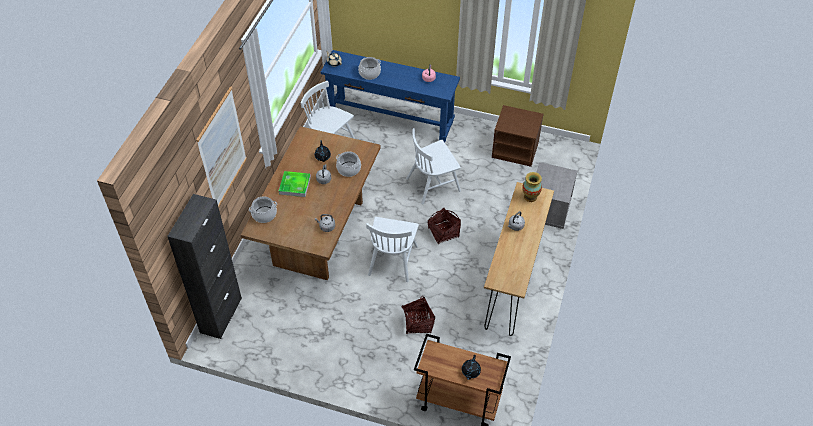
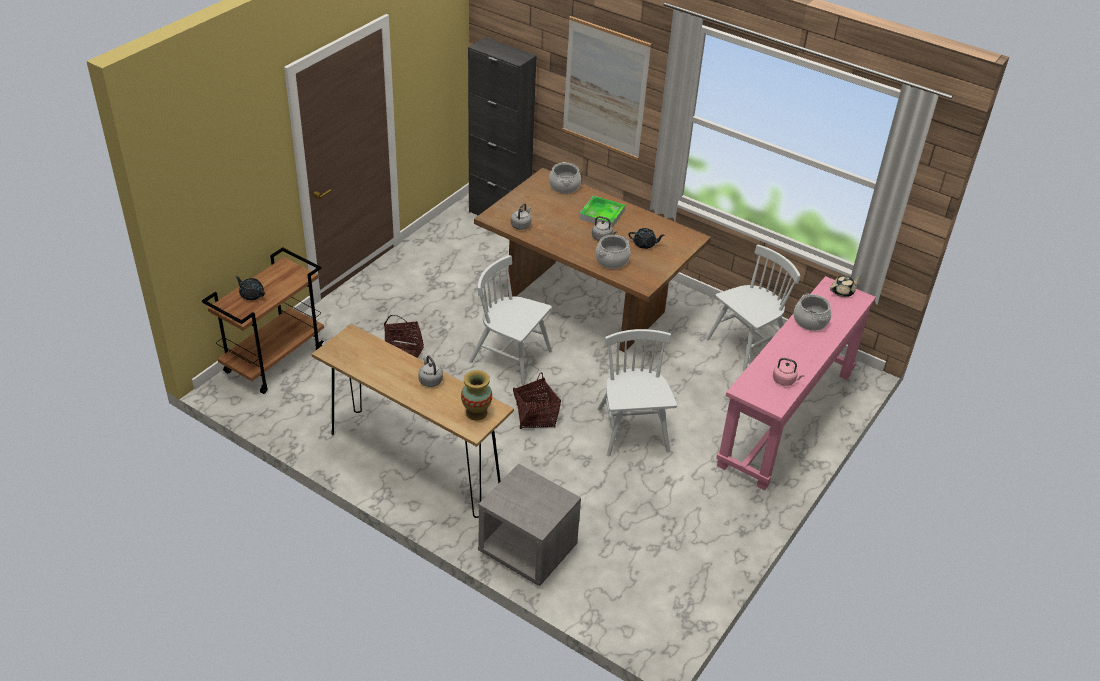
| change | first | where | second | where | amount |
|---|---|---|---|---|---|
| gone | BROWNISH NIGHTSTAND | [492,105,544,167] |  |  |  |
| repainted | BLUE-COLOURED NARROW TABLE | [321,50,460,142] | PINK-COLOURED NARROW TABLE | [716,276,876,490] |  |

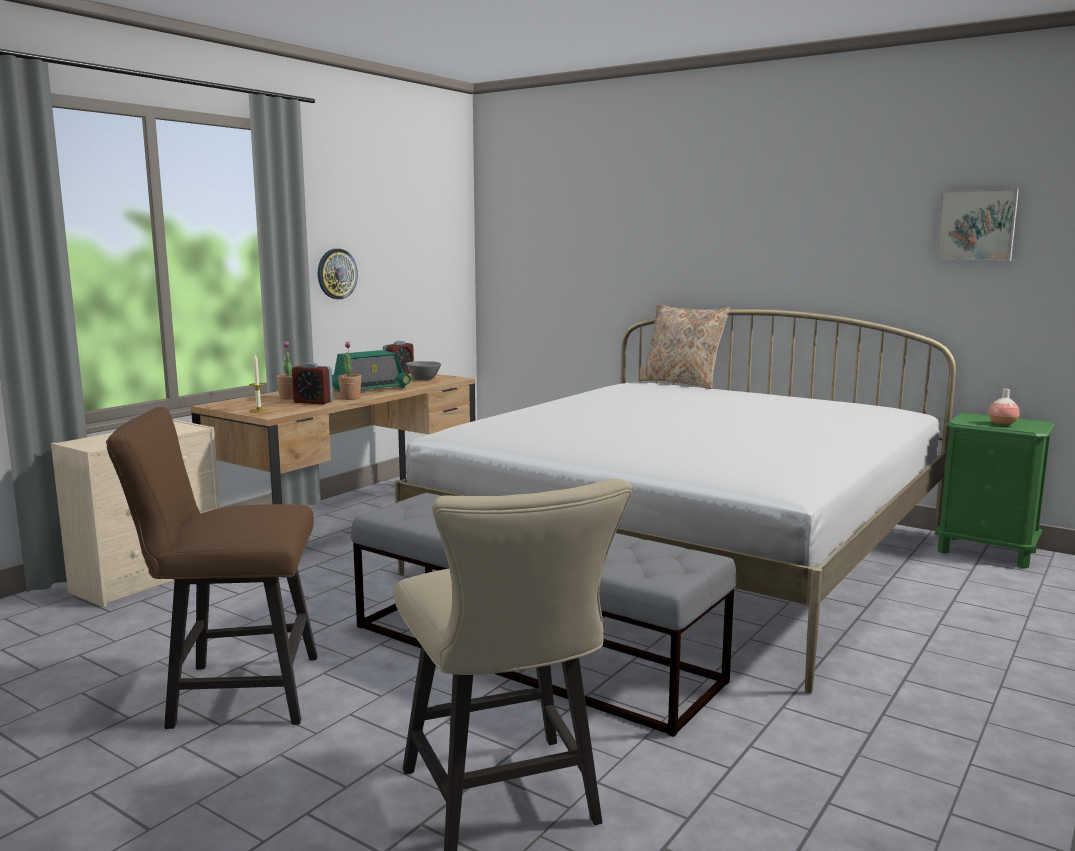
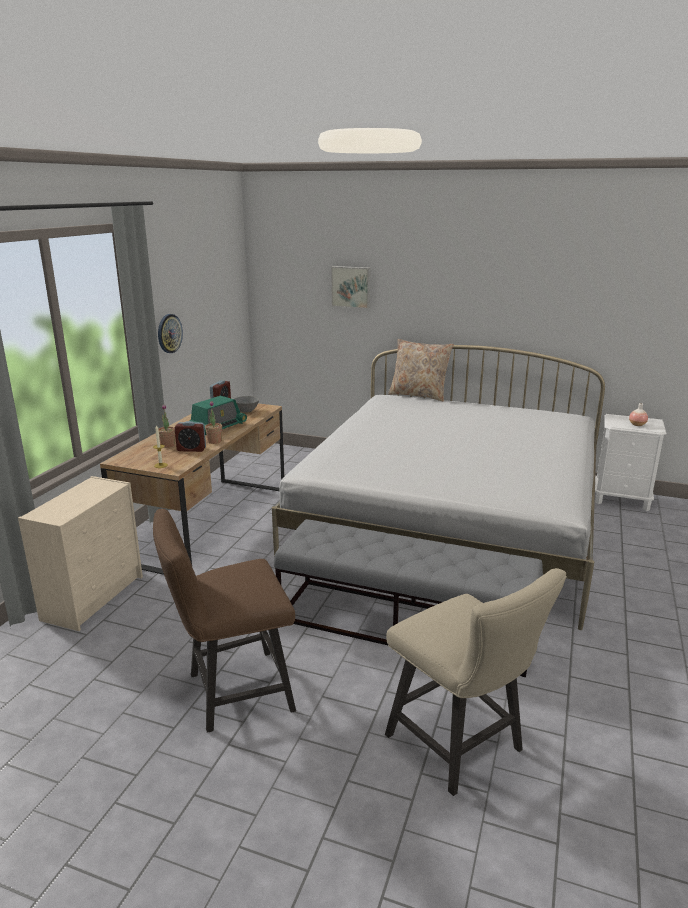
| change | first | where | second | where | amount |
|---|---|---|---|---|---|
| shifted | WALL PICTURE | [935,189,1019,261] |  | [331,266,370,309] |  |
| repainted | GREEN-COLOURED NIGHTSTAND | [936,413,1055,568] | WHITISH NIGHTSTAND | [595,414,666,511] |  |

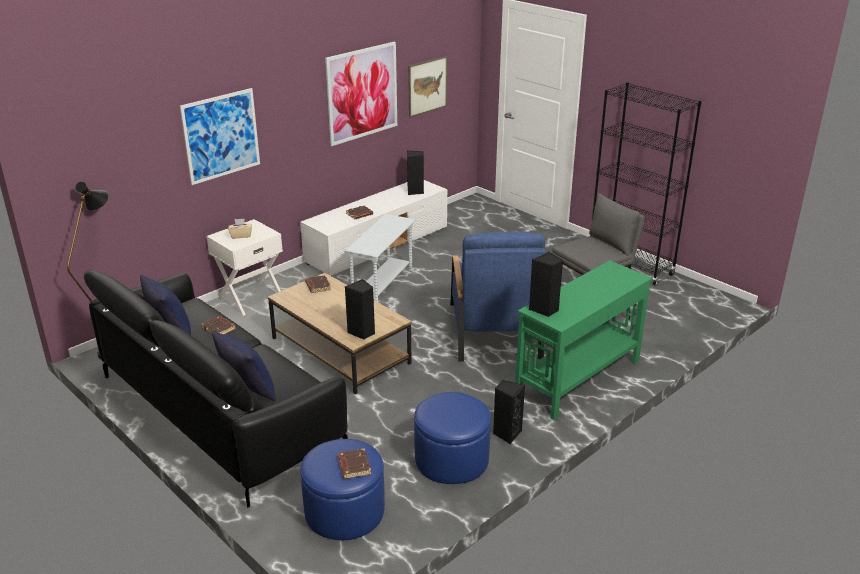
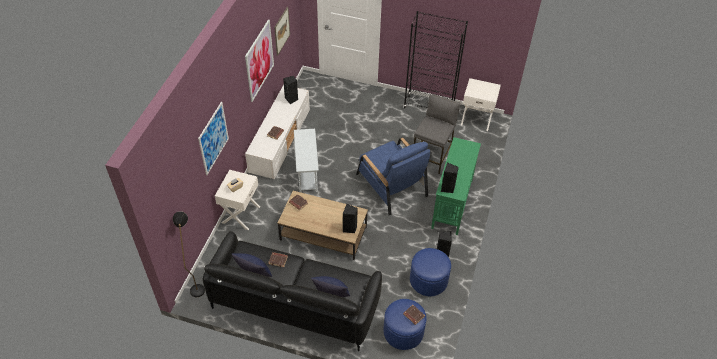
| change | first | where | second | where | amount |
|---|---|---|---|---|---|
| new |  |  | WHITISH NIGHTSTAND | [461,78,501,131] |  |

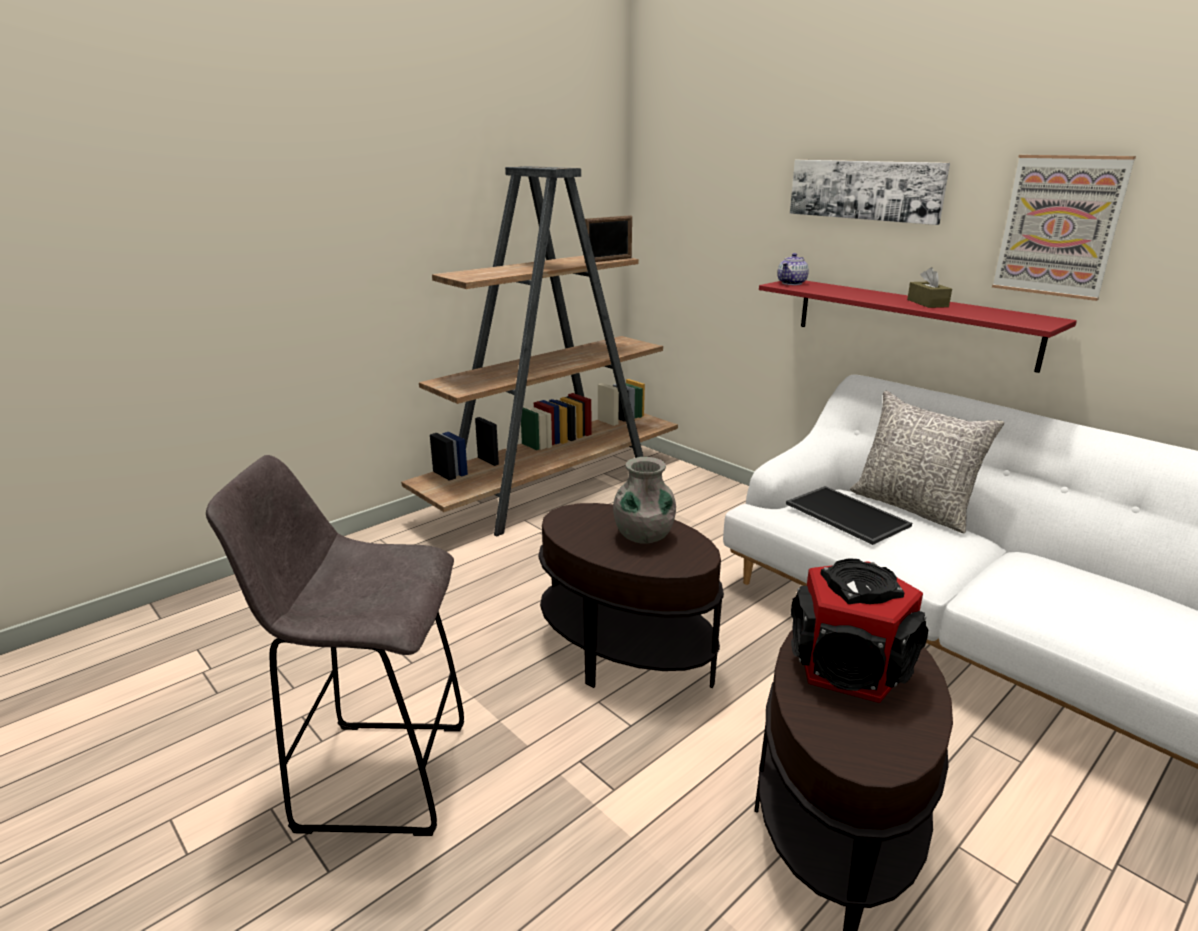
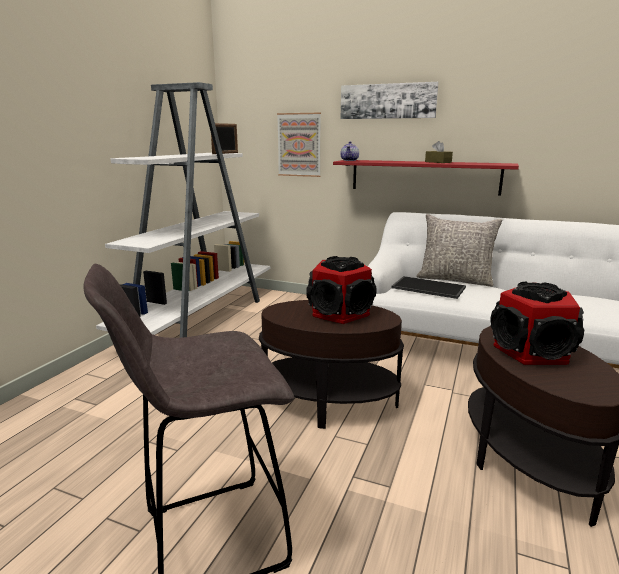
| change | first | where | second | where | amount |
|---|---|---|---|---|---|
| shifted | WALL PICTURE | [992,155,1136,301] |  | [277,113,321,177] |  |
| swapped | GREYISH FLOWER VASE | [613,457,676,544] | AUDIO SPEAKER | [306,256,376,324] |  |
| repainted | BROWNISH SHELVING UNIT | [401,166,678,536] | WHITISH SHELVING UNIT | [96,82,270,338] |  |

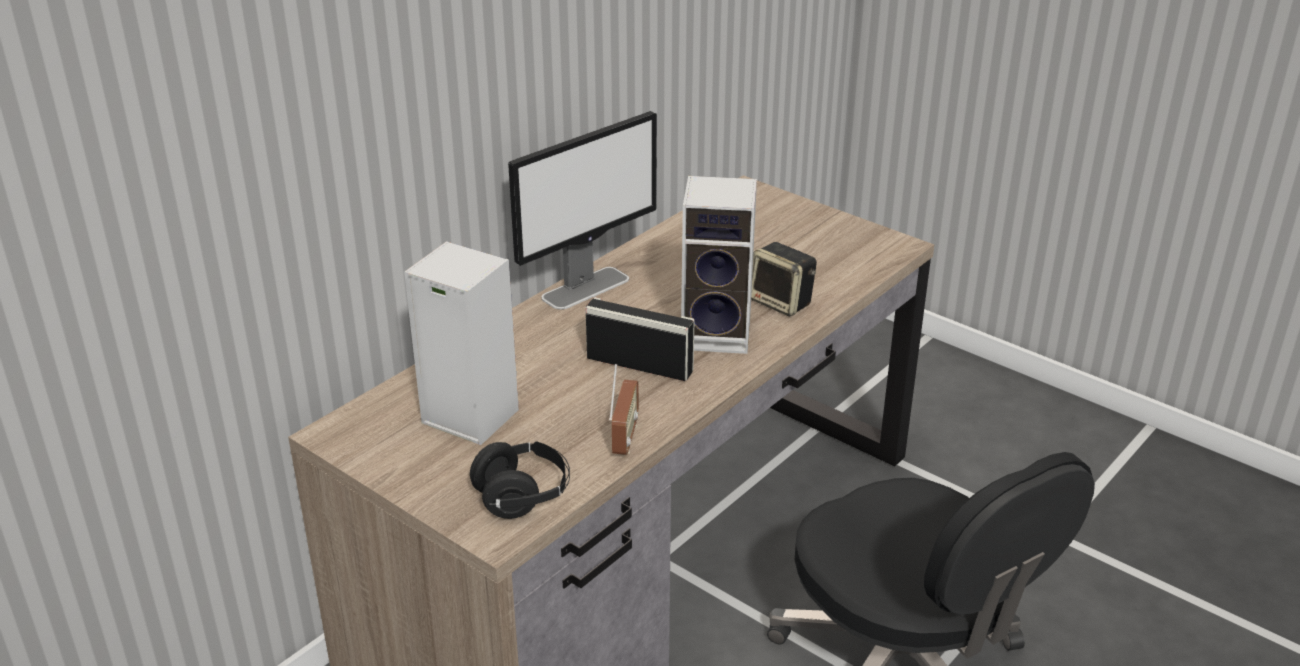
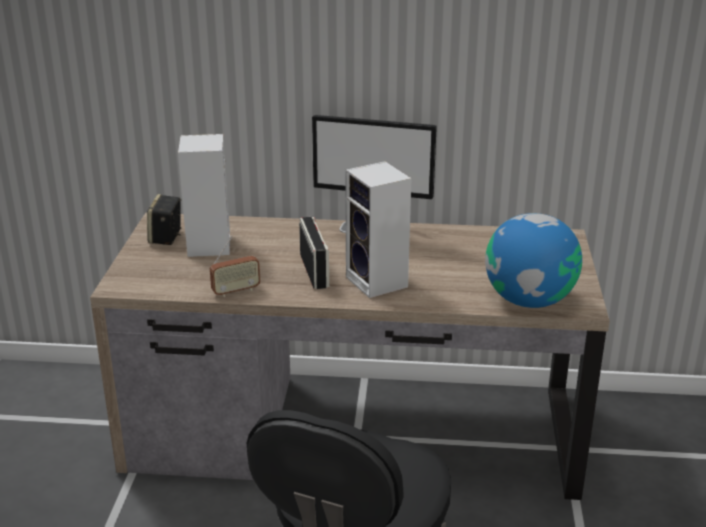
| change | first | where | second | where | amount |
|---|---|---|---|---|---|
| gone | BLACK PAIR OF HEADPHONES | [470,441,570,519] |  |  |  |
| new |  |  | GLOBE | [485,213,582,308] |  |
| shifted | AUDIO SPEAKER | [751,242,817,316] |  | [147,194,182,245] |  |

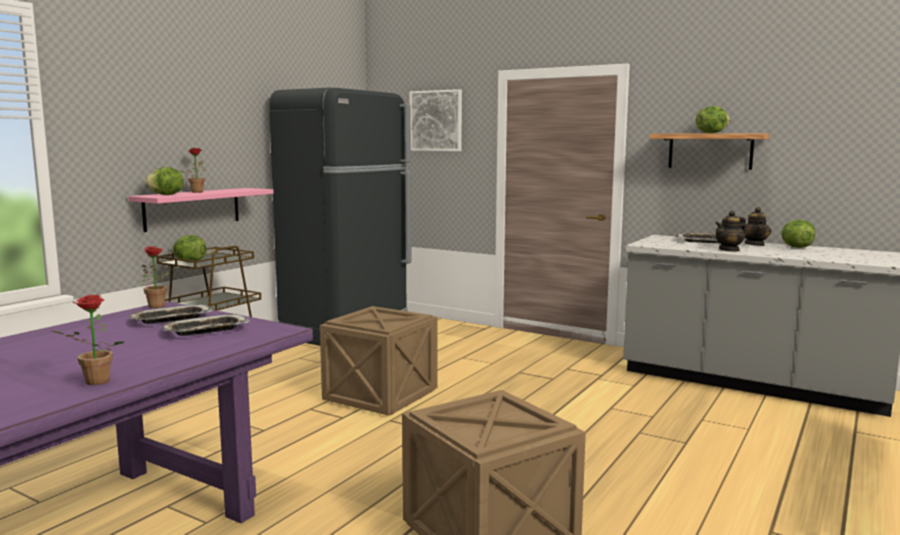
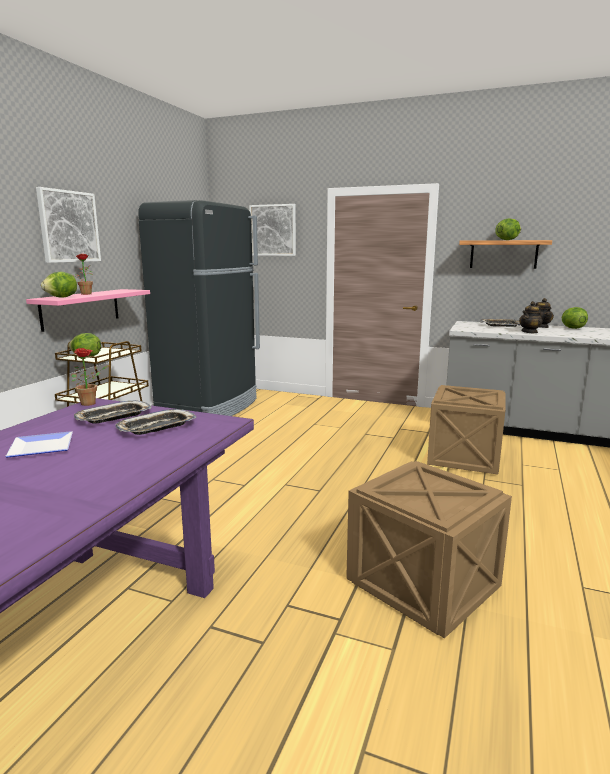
| change | first | where | second | where | amount |
|---|---|---|---|---|---|
| gone | PLANT IN A POT | [53,294,124,385] |  |  |  |
| new |  |  | PLATE | [5,431,73,457] |  |
| new |  |  | WALL PICTURE | [36,187,101,263] |  |
| shifted | SHIPPING CRATE | [320,306,437,416] |  | [427,385,505,474] |  |

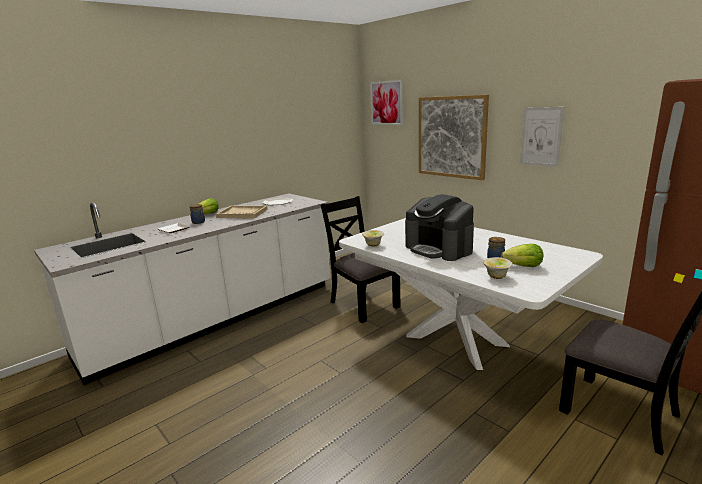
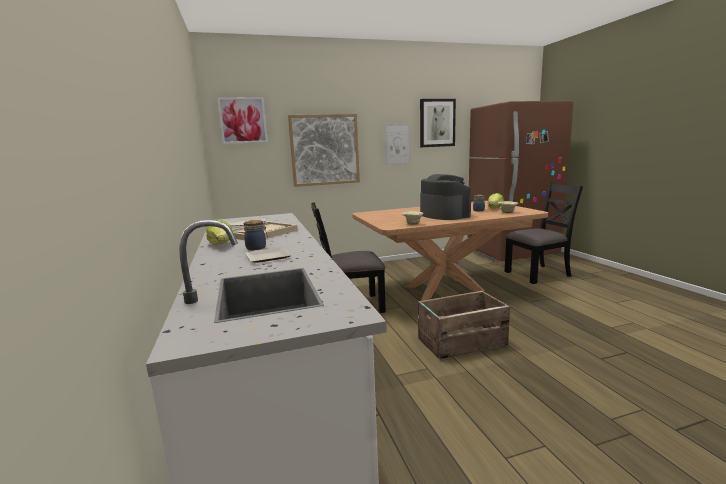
| change | first | where | second | where | amount |
|---|---|---|---|---|---|
| new |  |  | SHIPPING CRATE | [418,291,510,360] |  |
| new |  |  | WALL PICTURE | [420,99,456,147] |  |
| repainted | WHITISH DINING TABLE | [339,218,603,370] | BROWNISH DINING TABLE | [352,201,548,301] |  |
| rotated | COFFEE MACHINE | [405,194,474,261] |  | [420,174,471,220] | 105 degrees counterclockwise |

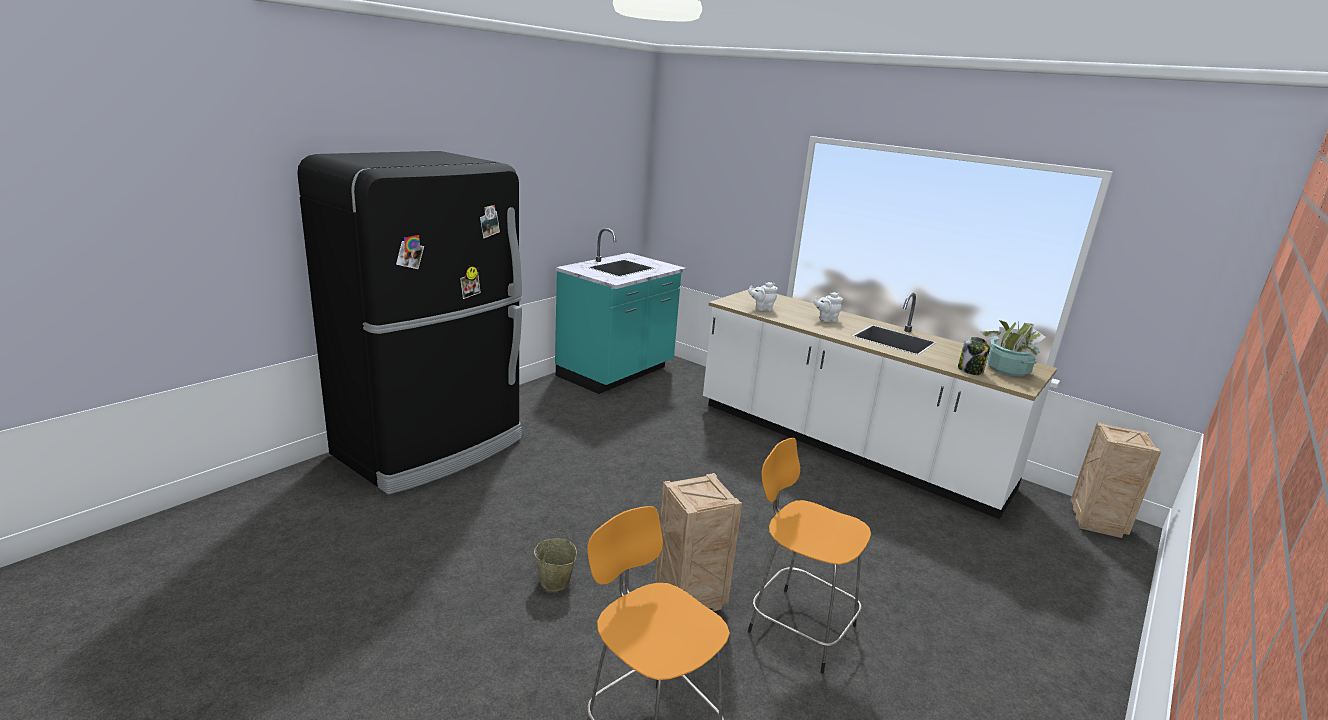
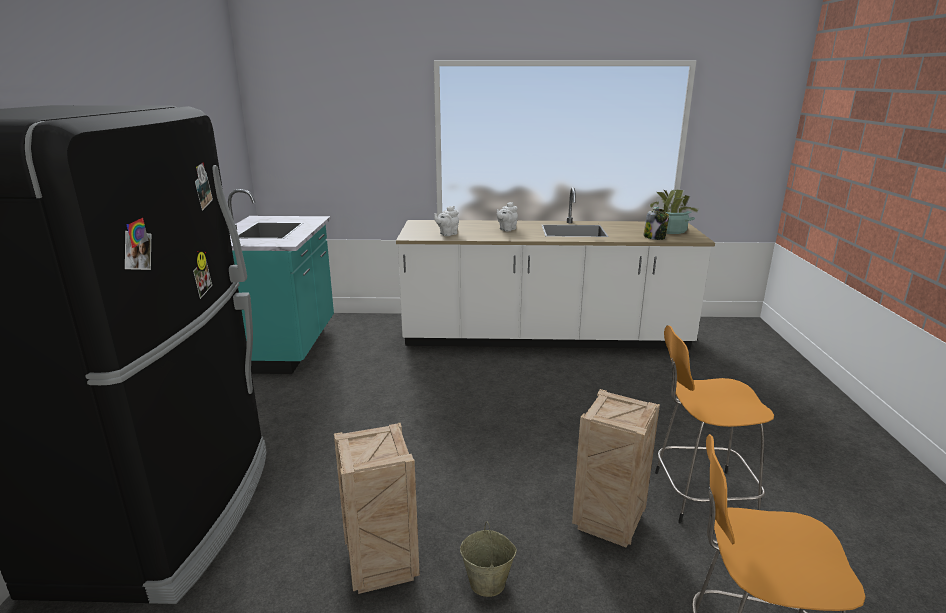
| change | first | where | second | where | amount |
|---|---|---|---|---|---|
| shifted | SHIPPING CRATE | [1070,422,1161,538] |  | [334,423,420,594] |  |

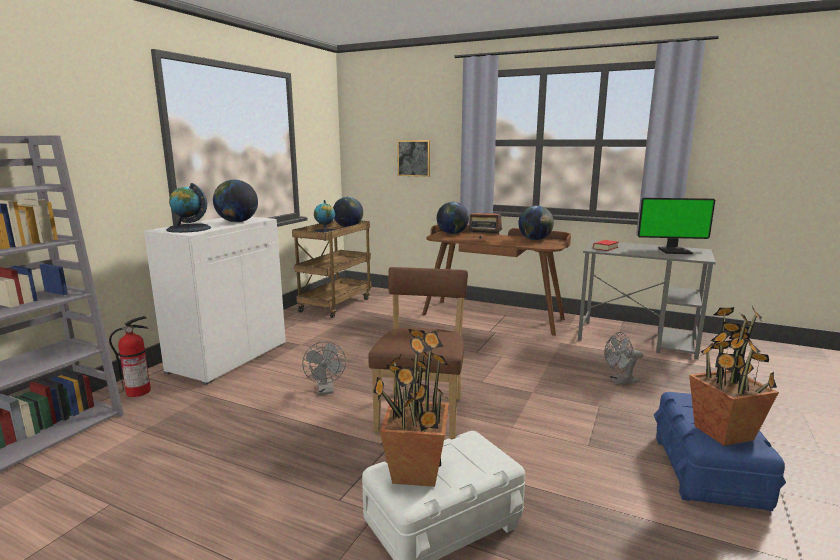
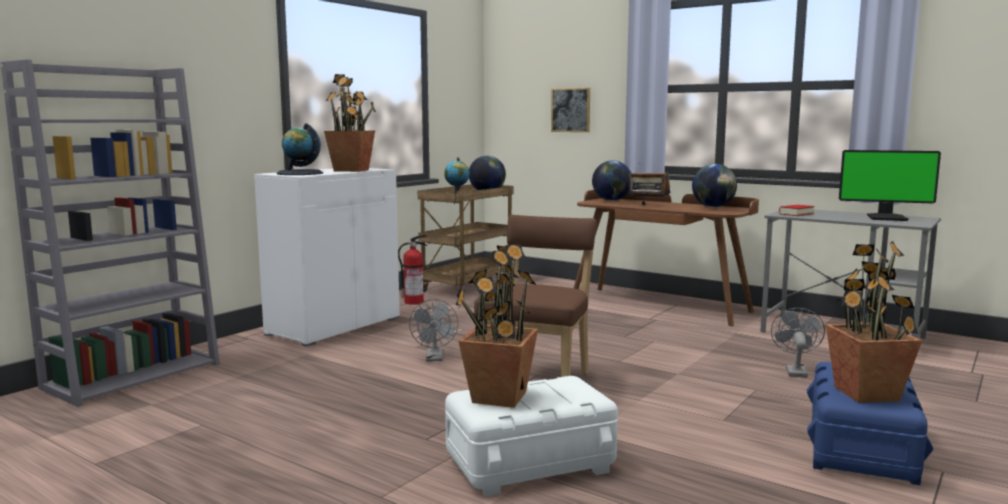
| change | first | where | second | where | amount |
|---|---|---|---|---|---|
| shifted | FIRE EXTINGUISHER | [109,316,151,397] |  | [398,235,427,305] |  |
| swapped | GLOBE | [213,180,258,222] | PLANT IN A POT | [324,74,376,172] |  |
| rotated | GREYISH ELECTRIC FAN | [604,332,643,385] |  | [771,308,825,378] | 105 degrees clockwise |

